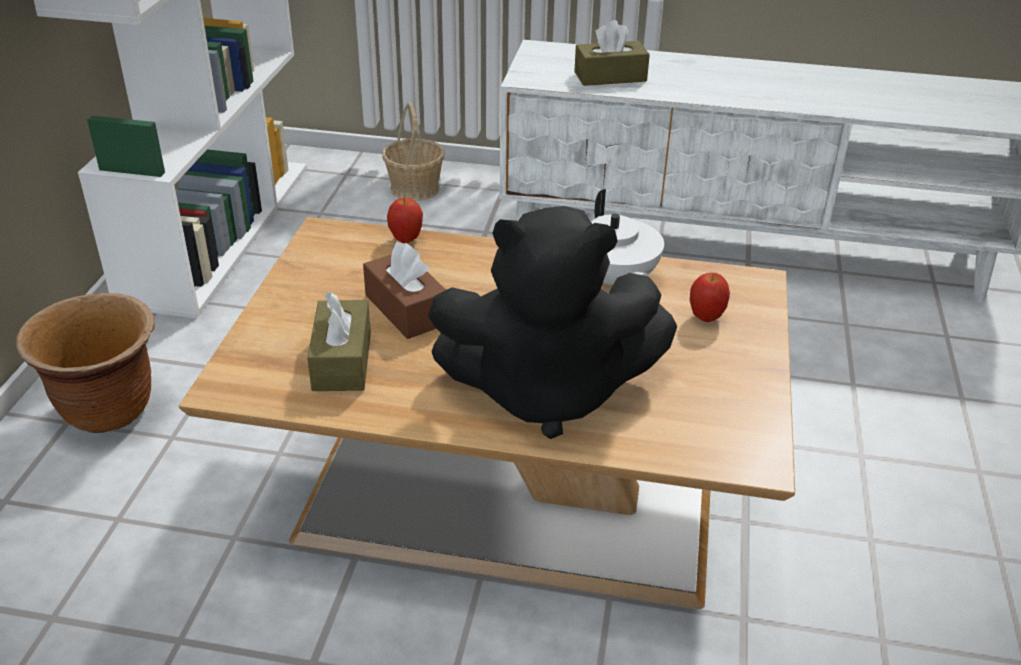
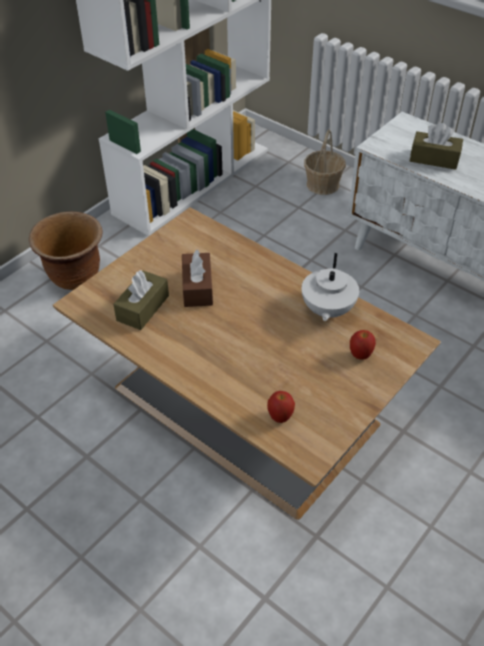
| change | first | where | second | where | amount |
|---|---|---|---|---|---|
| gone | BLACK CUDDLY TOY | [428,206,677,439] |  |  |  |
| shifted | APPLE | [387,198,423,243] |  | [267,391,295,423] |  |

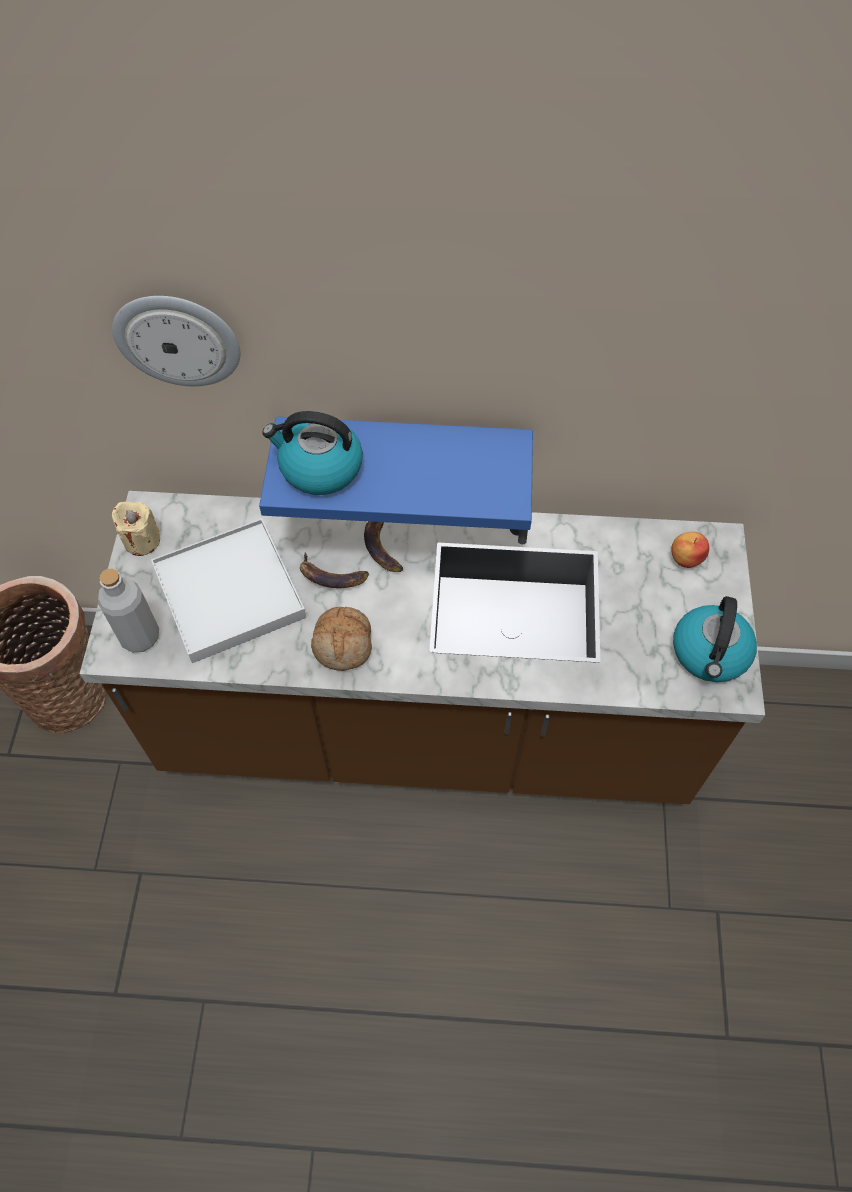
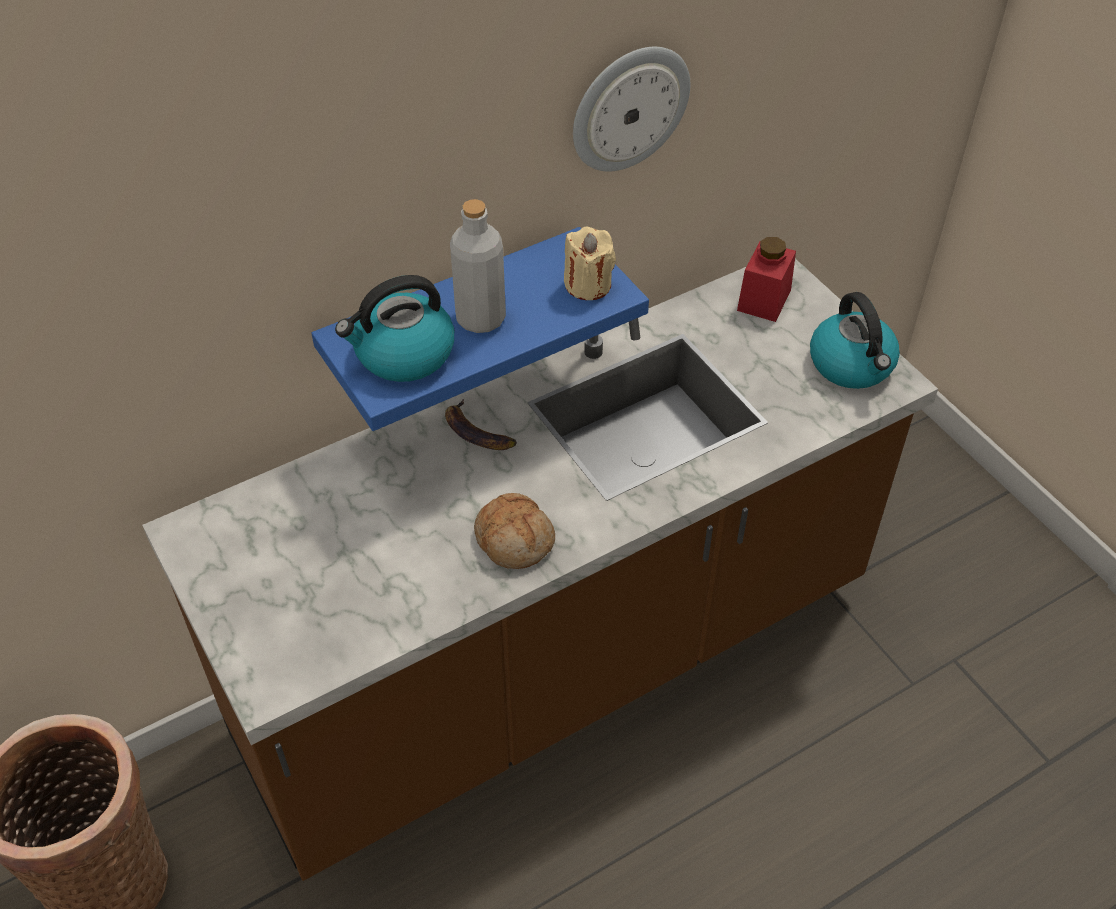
| change | first | where | second | where | amount |
|---|---|---|---|---|---|
| gone | WHITISH TRAY | [151,518,306,663] |  |  |  |
| gone | BANANA | [300,553,369,588] |  |  |  |
| shifted | GREYISH BOTTLE | [98,569,159,652] |  | [450,199,506,333] |  |
| shifted | WALL CLOCK | [112,296,240,386] |  | [573,47,690,172] |  |
| shifted | BEIGE WAX LIGHT | [112,501,160,556] |  | [564,226,616,300] |  |
| swapped | APPLE | [671,532,709,568] | REDDISH JAR | [737,237,796,322] |  |

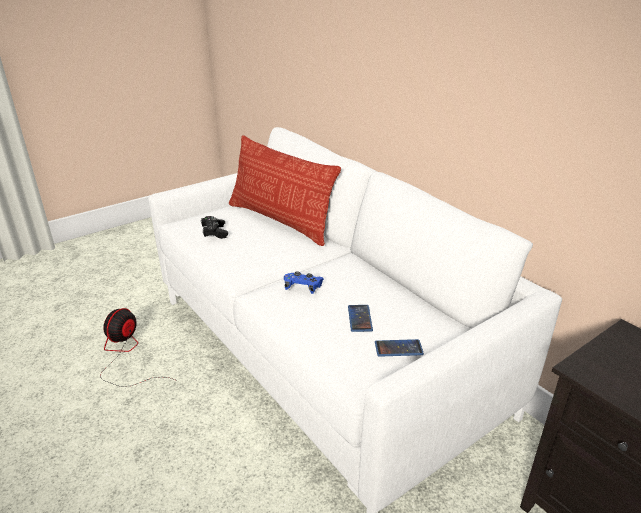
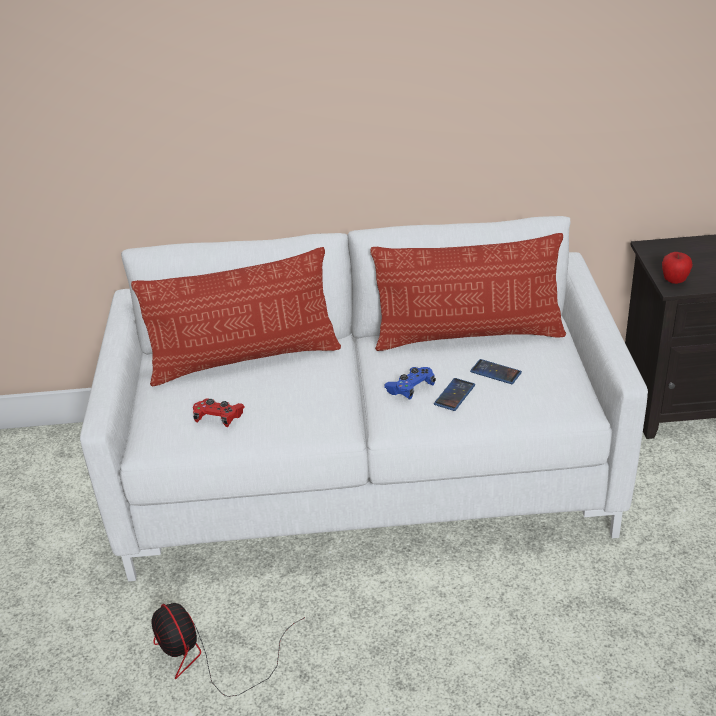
| change | first | where | second | where | amount |
|---|---|---|---|---|---|
| new |  |  | PILLOW | [370,233,566,351] |  |
| new |  |  | APPLE | [662,252,693,284] |  |
| shifted | HANDSET | [375,339,424,357] |  | [434,378,475,411] |  |
| repainted | BLACK GAME CONTROLLER | [201,216,228,239] | REDDISH GAME CONTROLLER | [193,399,245,427] |  |

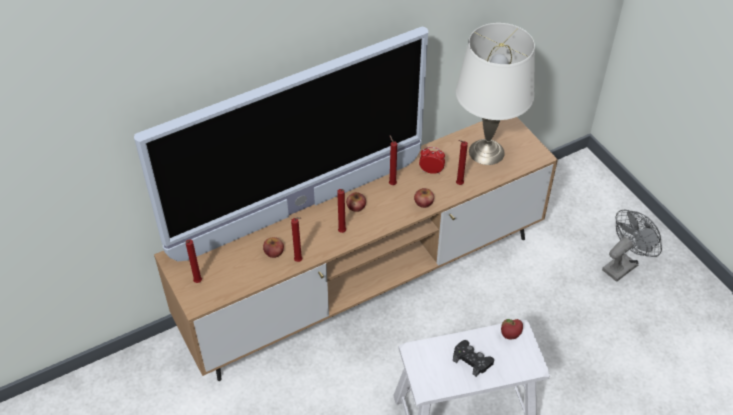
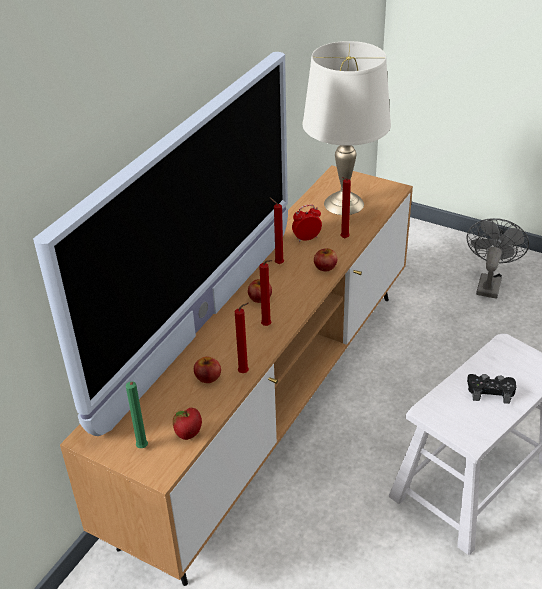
| change | first | where | second | where | amount |
|---|---|---|---|---|---|
| shifted | APPLE | [501,319,523,339] |  | [173,408,202,440] |  |
| repainted | REDDISH WAX LIGHT | [185,239,202,283] | GREEN-COLOURED WAX LIGHT | [126,381,148,448] |  |

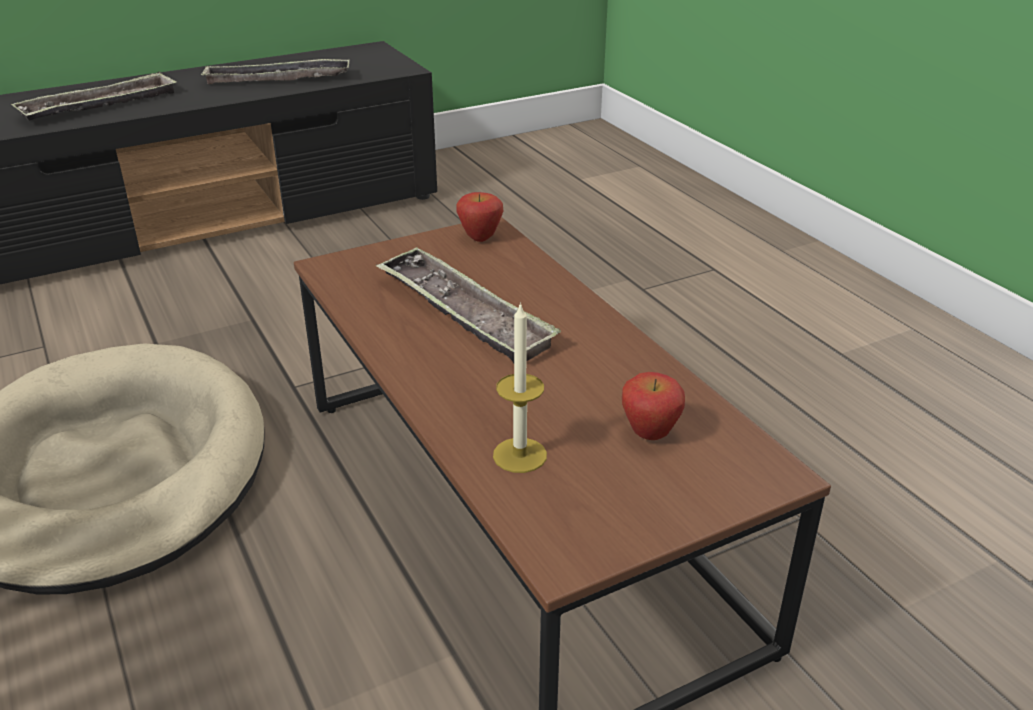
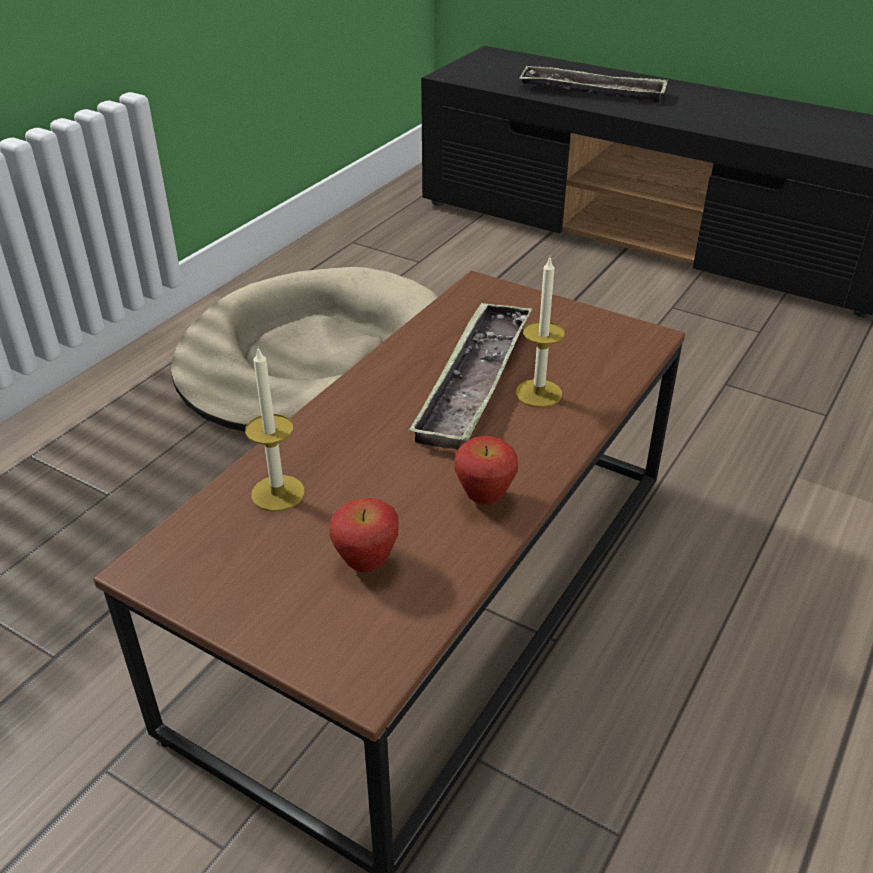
| change | first | where | second | where | amount |
|---|---|---|---|---|---|
| gone | TRAY | [201,59,349,84] |  |  |  |
| new |  |  | WAX LIGHT | [516,258,565,407] |  |
| shifted | APPLE | [456,192,503,242] |  | [455,436,518,505] |  |

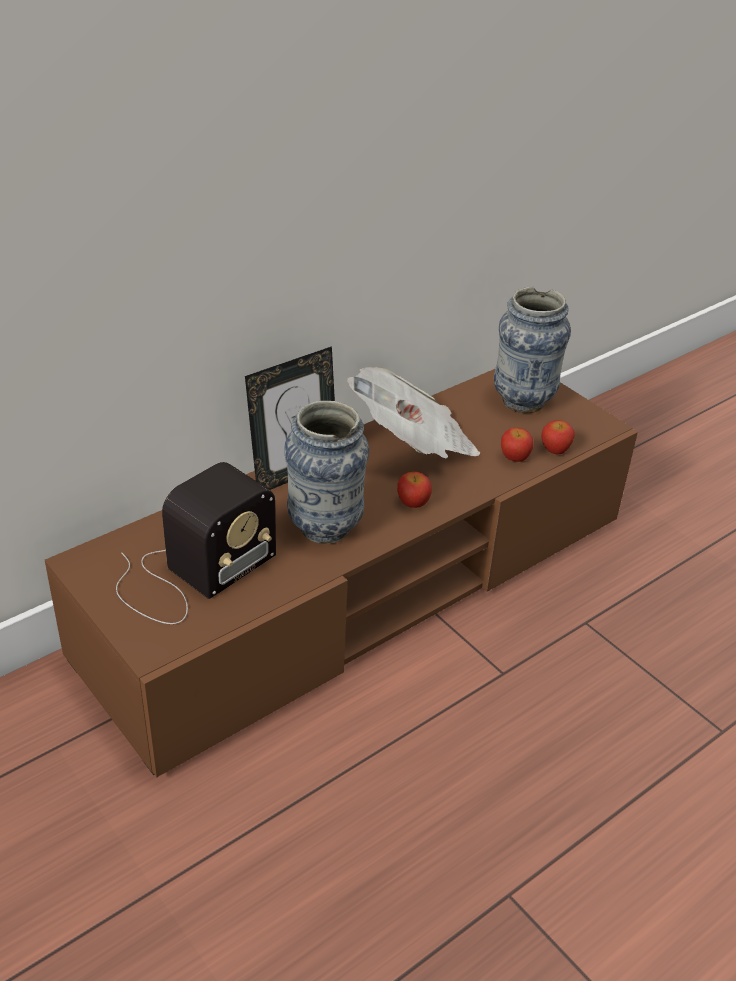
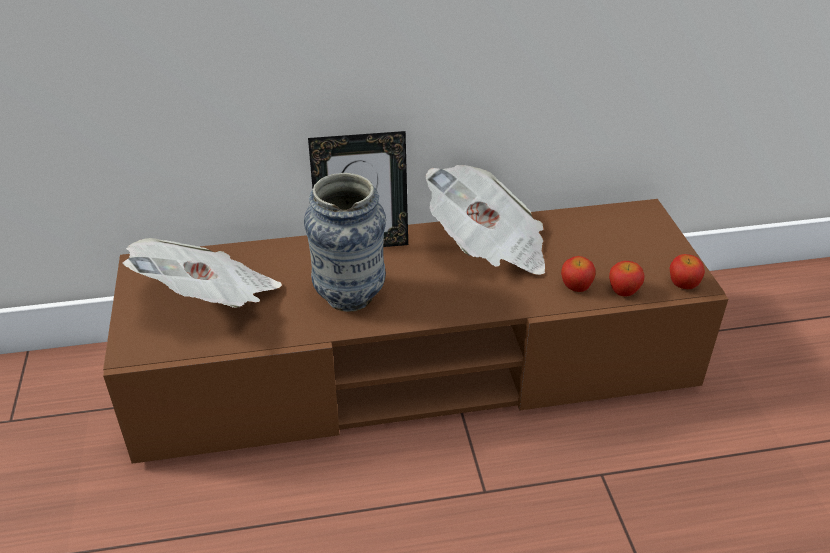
| change | first | where | second | where | amount |
|---|---|---|---|---|---|
| gone | FLOWER VASE | [494,287,571,413] |  |  |  |
| shifted | APPLE | [397,472,432,508] |  | [670,254,705,289] |  |
| swapped | RADIO SET | [116,462,276,624] | DAILY PAPER | [122,238,282,308] |  |

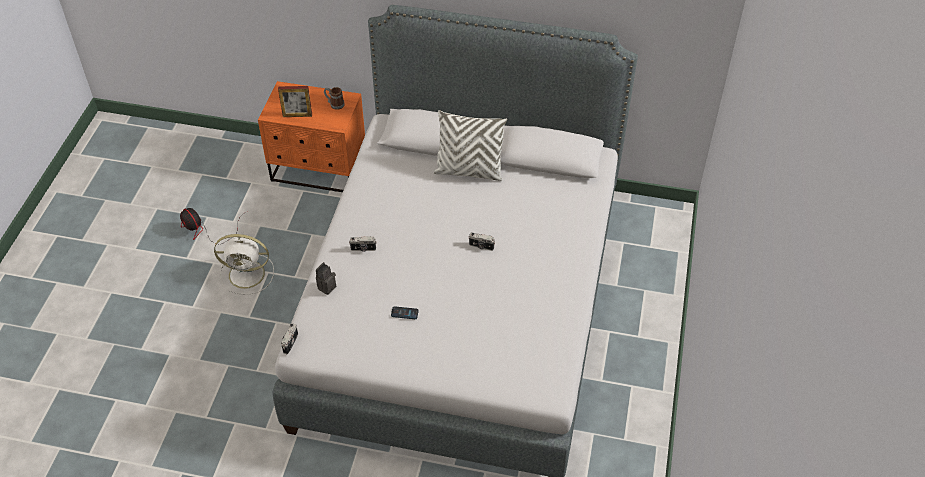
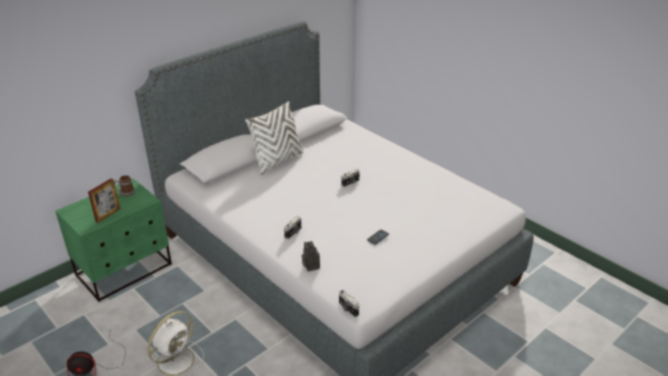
| change | first | where | second | where | amount |
|---|---|---|---|---|---|
| repainted | ORANGEY NIGHTSTAND | [258,81,365,192] | GREEN-COLOURED NIGHTSTAND | [55,178,172,302] |  |

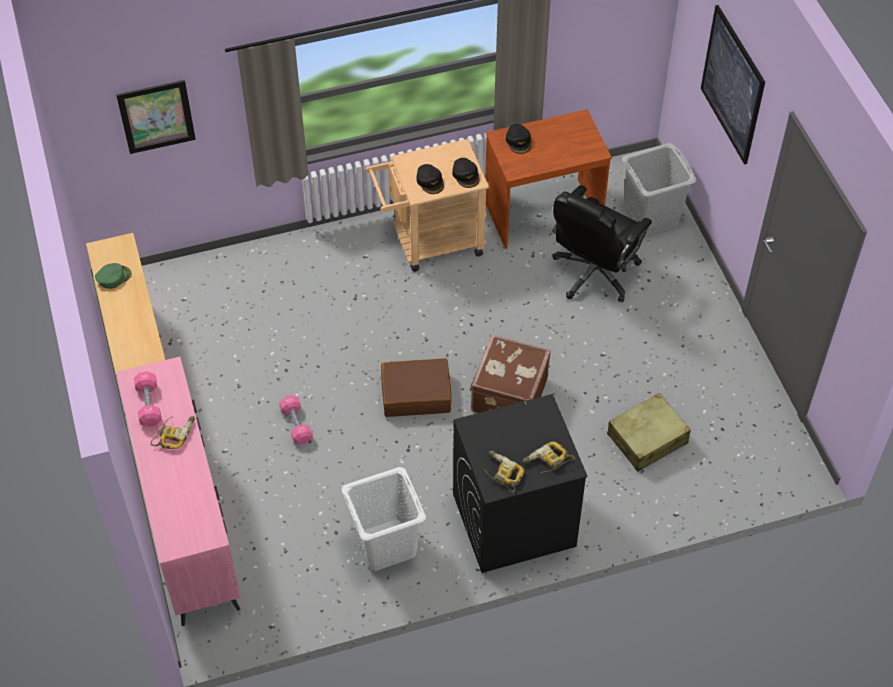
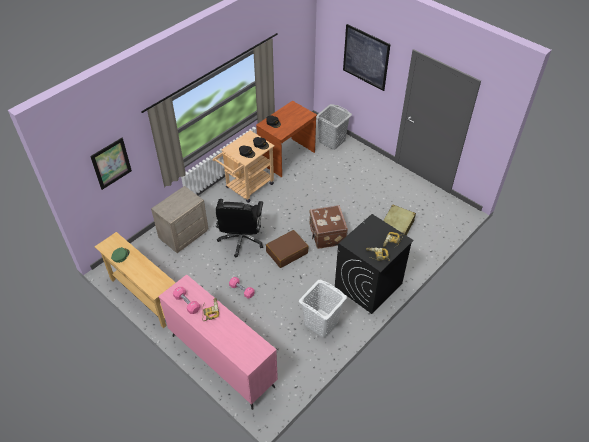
| change | first | where | second | where | amount |
|---|---|---|---|---|---|
| new |  |  | BEIGE NIGHTSTAND | [151,186,208,253] |  |
| shifted | BLACK OFFICE CHAIR | [552,185,652,302] |  | [216,199,263,258] |  |

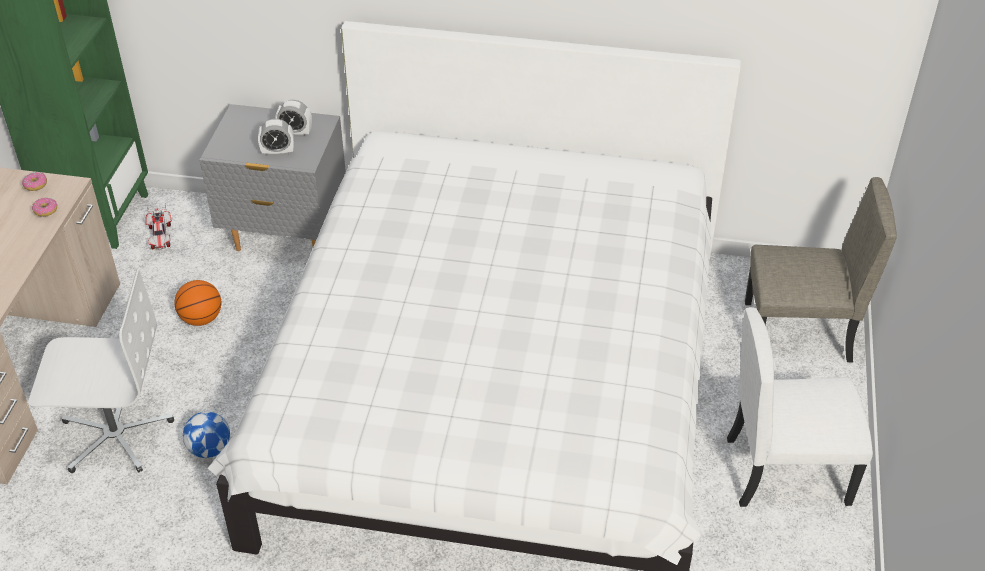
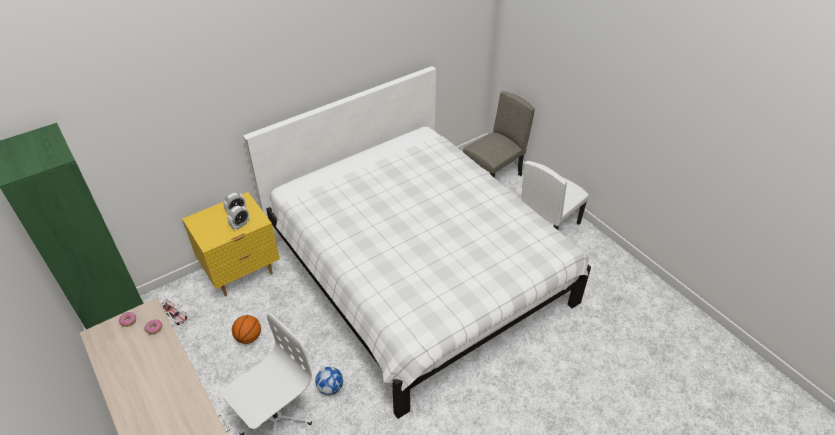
| change | first | where | second | where | amount |
|---|---|---|---|---|---|
| repainted | GREYISH NIGHTSTAND | [199,104,346,251] | YELLOWISH NIGHTSTAND | [182,192,280,296] |  |

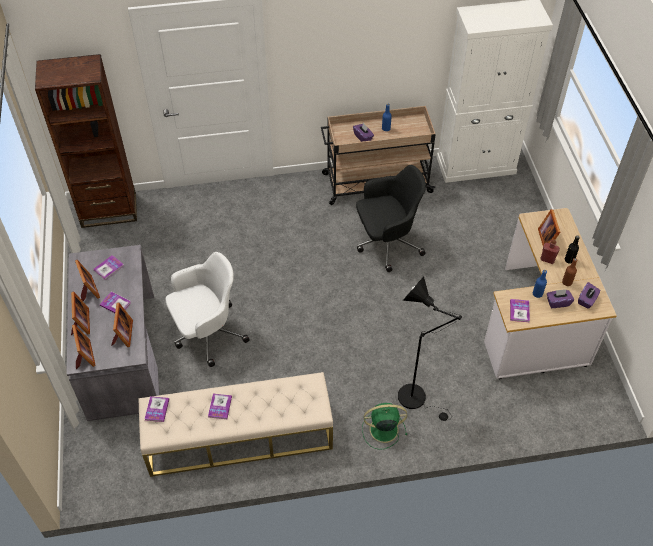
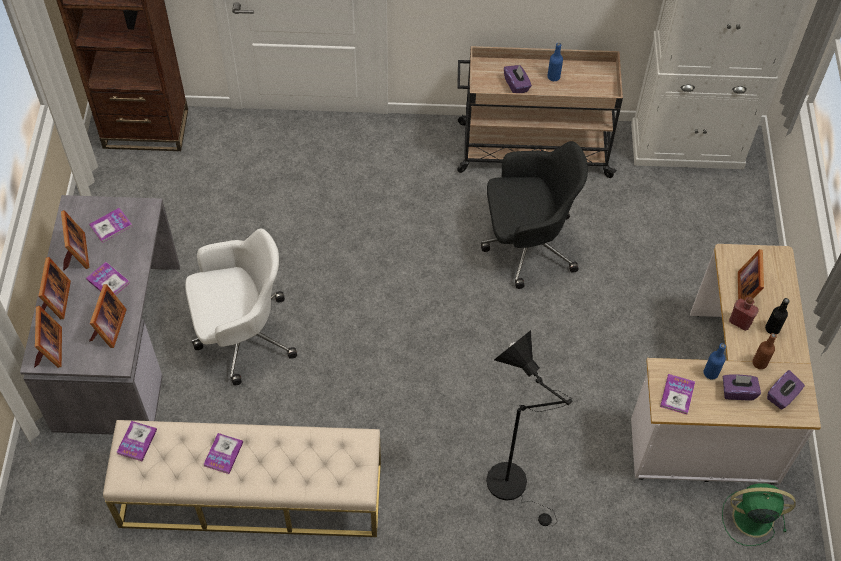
| change | first | where | second | where | amount |
|---|---|---|---|---|---|
| shifted | GREEN-COLOURED ELECTRIC FAN | [362,403,407,450] |  | [722,483,796,546] |  |

